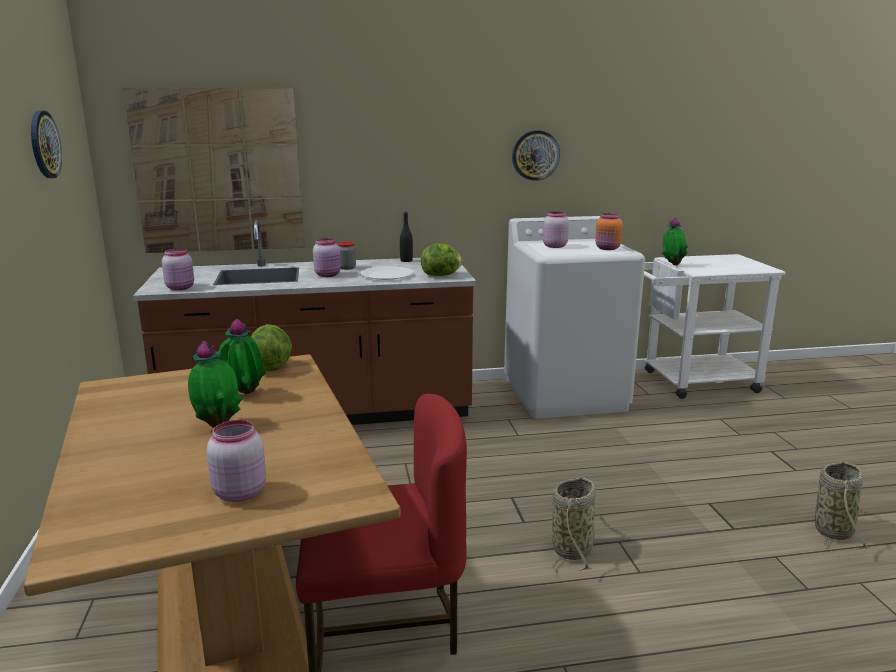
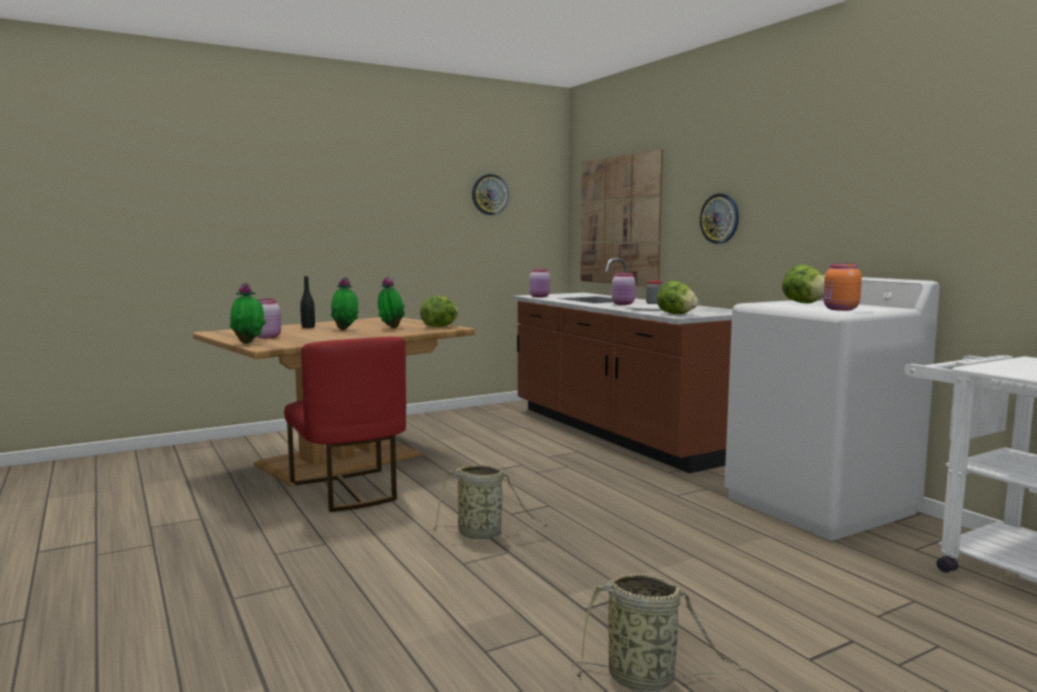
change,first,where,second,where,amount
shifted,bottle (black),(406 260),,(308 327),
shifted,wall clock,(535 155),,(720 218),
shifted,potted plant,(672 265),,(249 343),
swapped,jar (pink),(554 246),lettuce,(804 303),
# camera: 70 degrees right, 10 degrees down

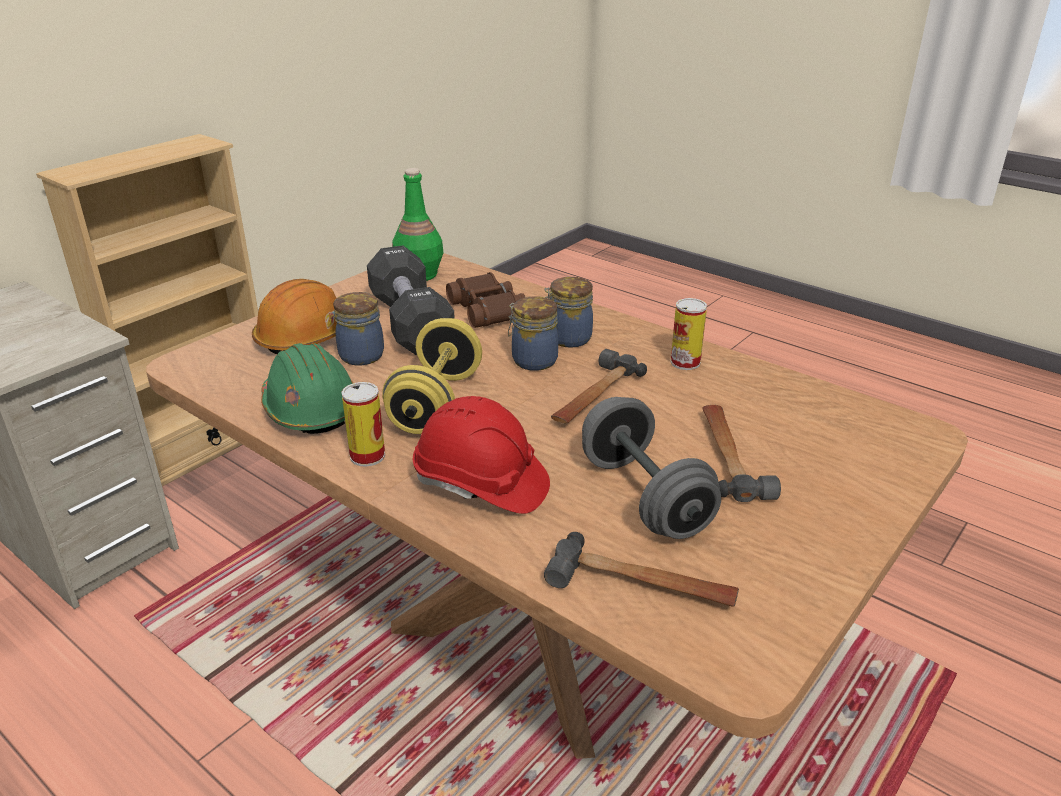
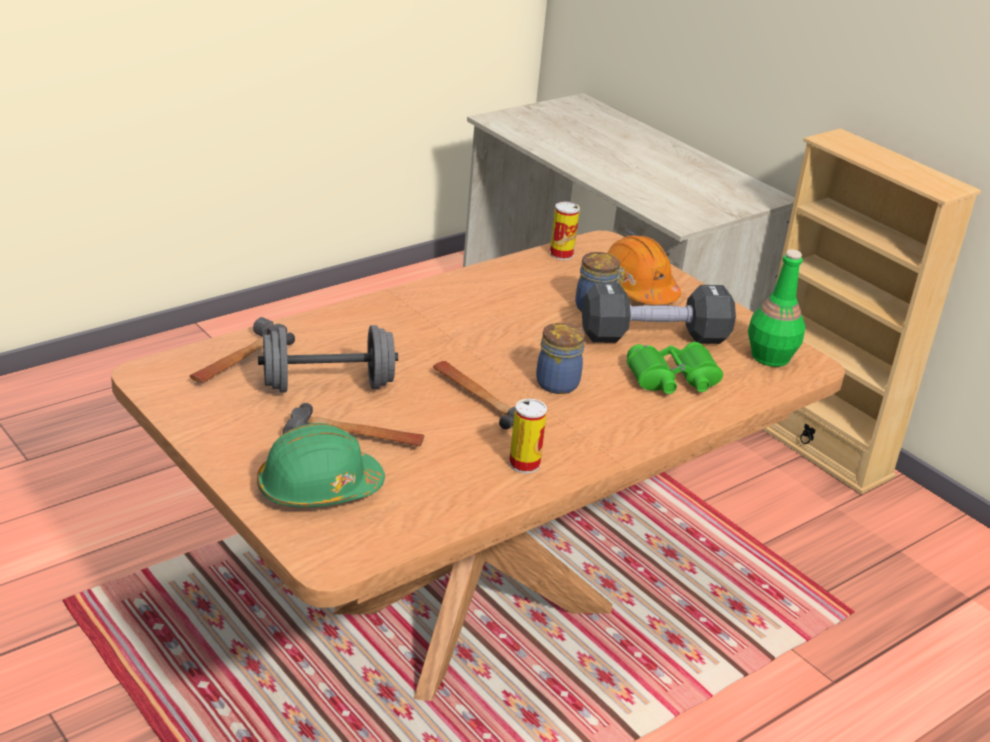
change,first,where,second,where,amount
gone,dumbbell (yellow),(436 403),,,
gone,hard hat (red),(481 484),,,
gone,jar,(567 338),,,
shifted,hard hat (green),(311 409),,(318 489),
shifted,can,(367 456),,(561 254),
repainted,binoculars (brown),(488 310),binoculars (green),(673 380),
# camera: 100 degrees right, 0 degrees up

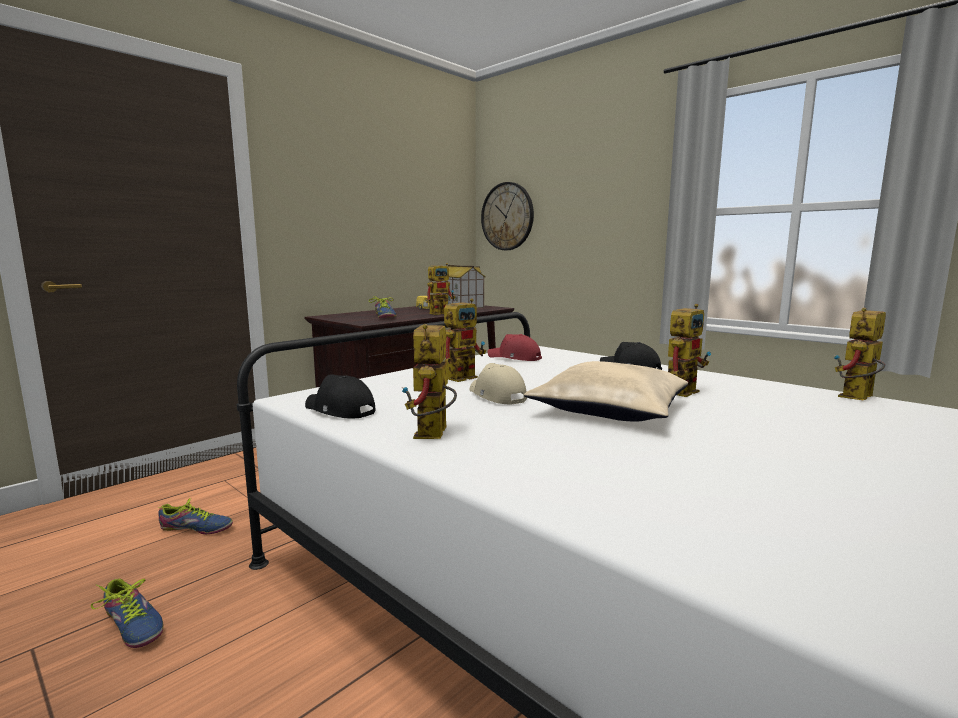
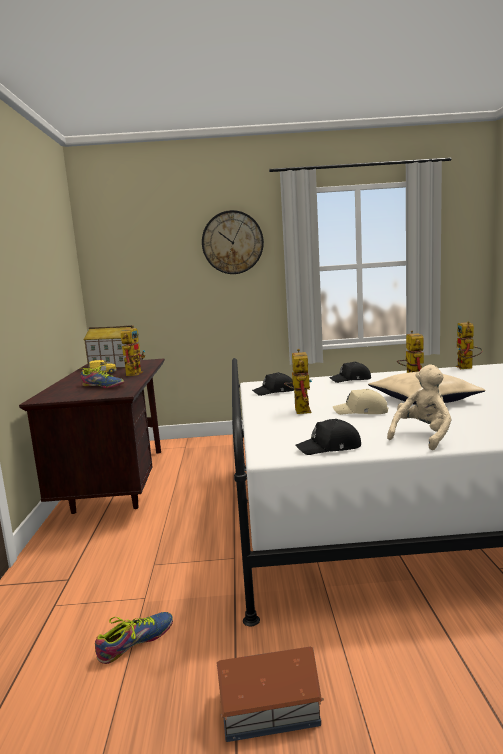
change,first,where,second,where,amount
shifted,wall clock,(507 216),,(232 242),
swapped,shoe,(134 624),toy house,(267 707),
swapped,toy robot,(433 436),plush toy (beige),(423 437),
repainted,cap (red),(514 358),cap (black),(275 392),
# camera: 45 degrees left, 0 degrees up

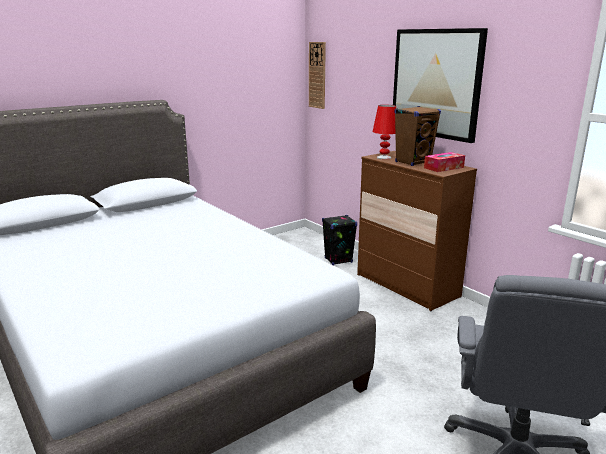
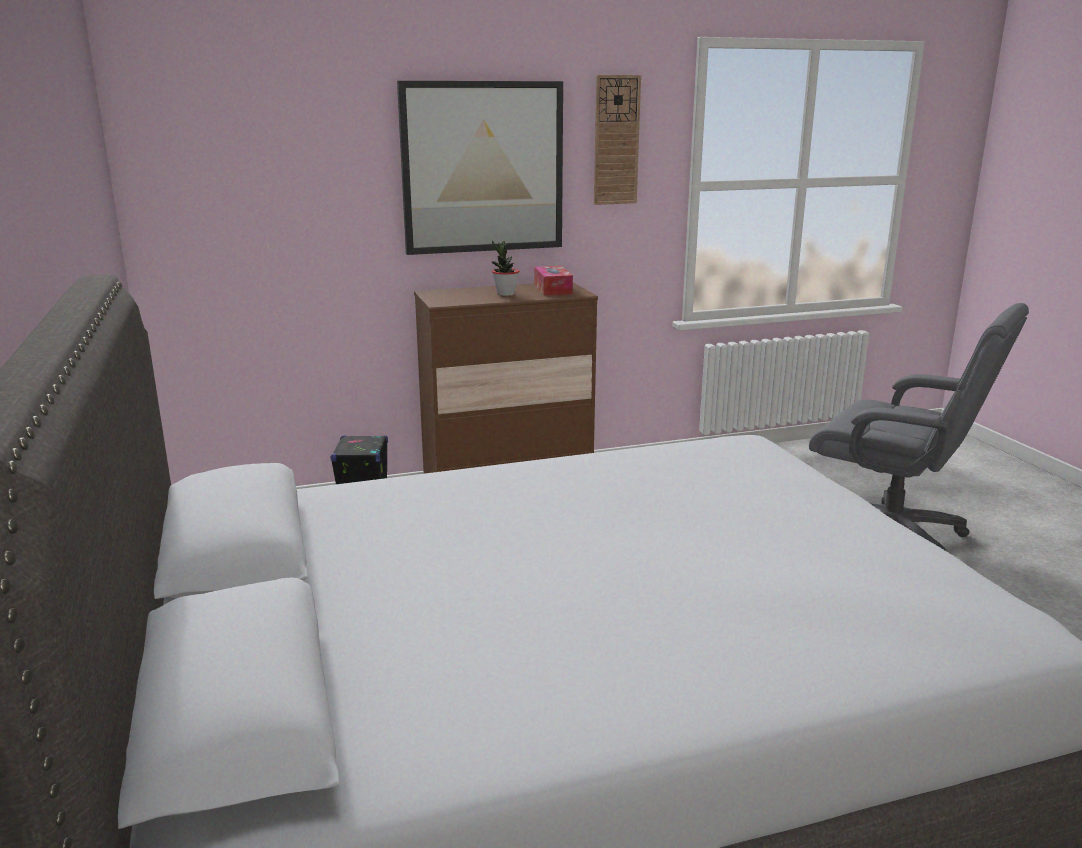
change,first,where,second,where,amount
gone,table lamp (red),(384 157),,,
shifted,wall clock,(317 75),,(616 140),
swapped,speaker (brown),(413 162),potted plant,(505 294),
# camera: 70 degrees left, 0 degrees up

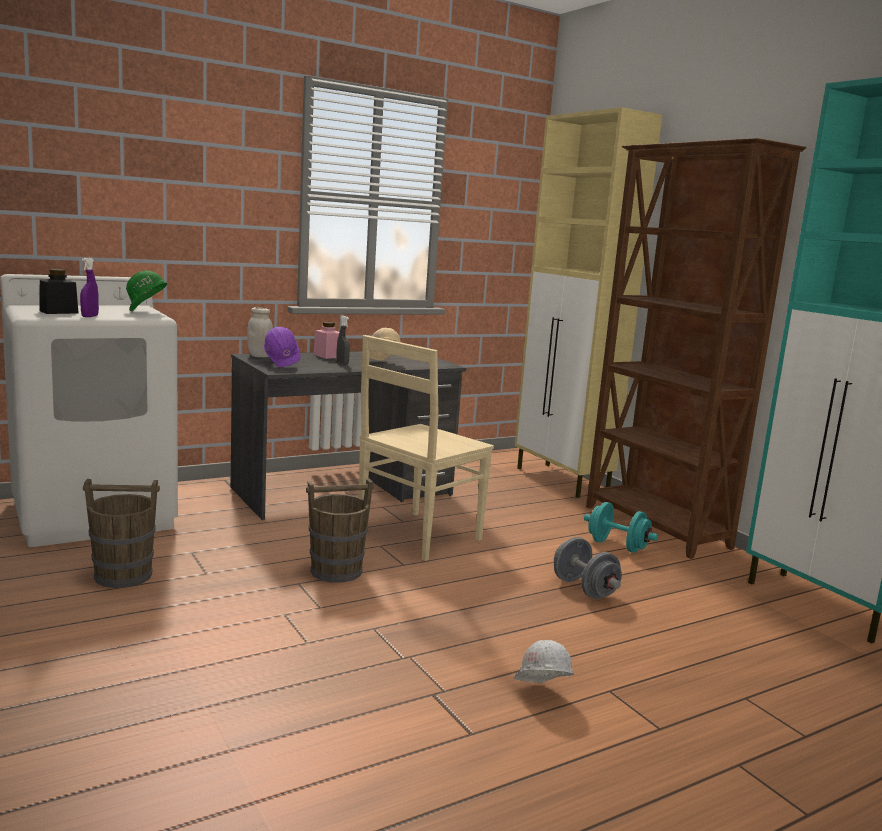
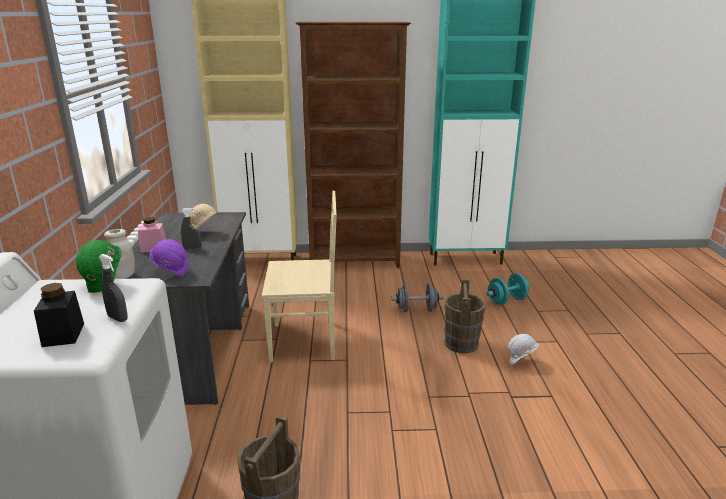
change,first,where,second,where,amount
shifted,bucket (brown),(337 571),,(461 343),
shifted,dumbbell (turquoise),(617 546),,(507 300),
repainted,spray bottle (purple),(90 316),spray bottle (grey),(117 318),
rotated,chair (beige),(416 536),,(306 341),75 degrees counterclockwise
# camera: 60 degrees left, 10 degrees up

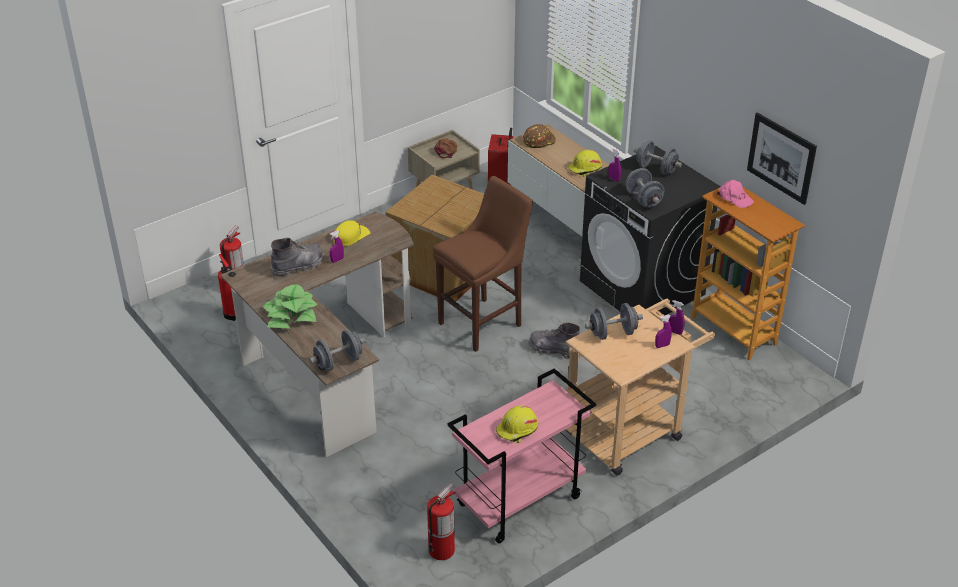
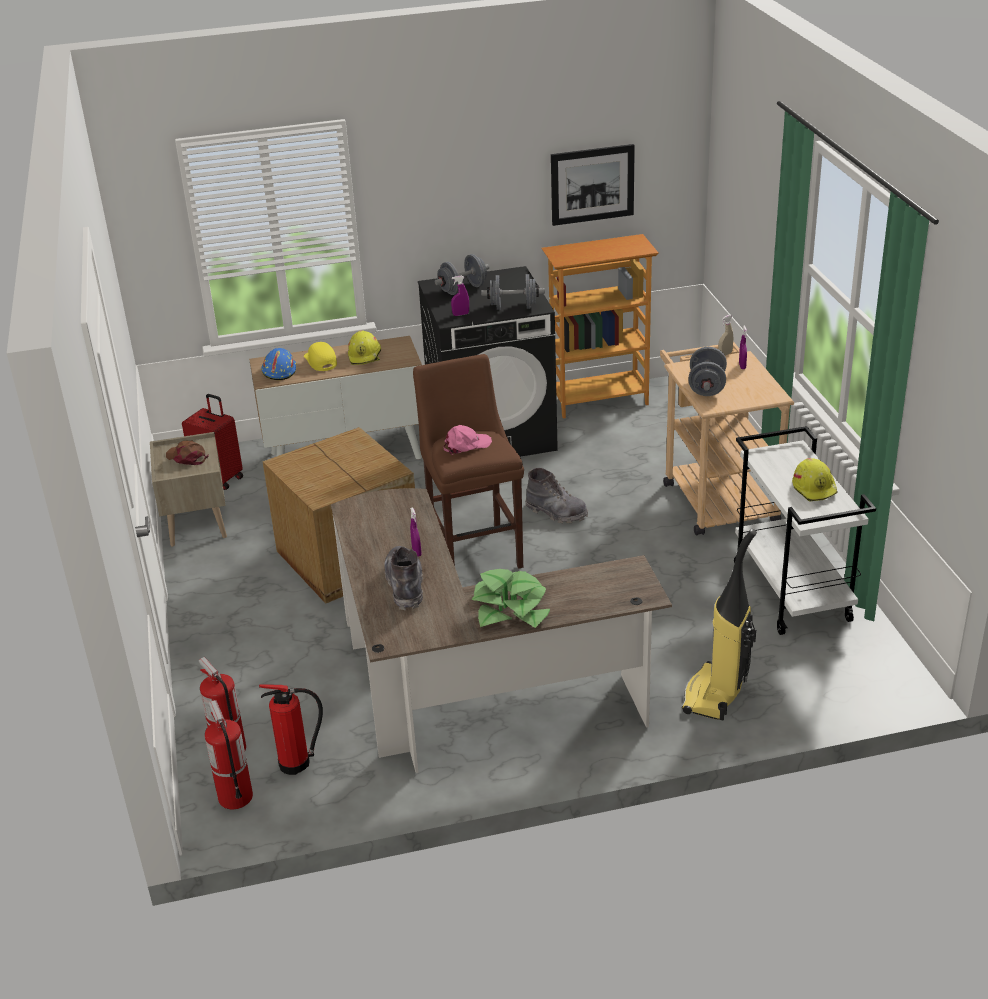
change,first,where,second,where,amount
gone,dumbbell (grey),(338 362),,,
new,,,vacuum cleaner,(715 695),
shifted,cap (yellow),(351 236),,(321 361),
shifted,fire extinguisher,(441 550),,(235 796),
shifted,cap (pink),(734 198),,(466 445),
repainted,cart (pink),(519 502),cart (white),(793 593),
repainted,hard hat (brown),(539 141),hard hat (blue),(279 371),
repainted,spray bottle (purple),(674 332),spray bottle (beige),(725 354),
rotated,boot (grey),(554 349),,(556 512),105 degrees counterclockwise
# camera: 65 degrees left, 5 degrees down

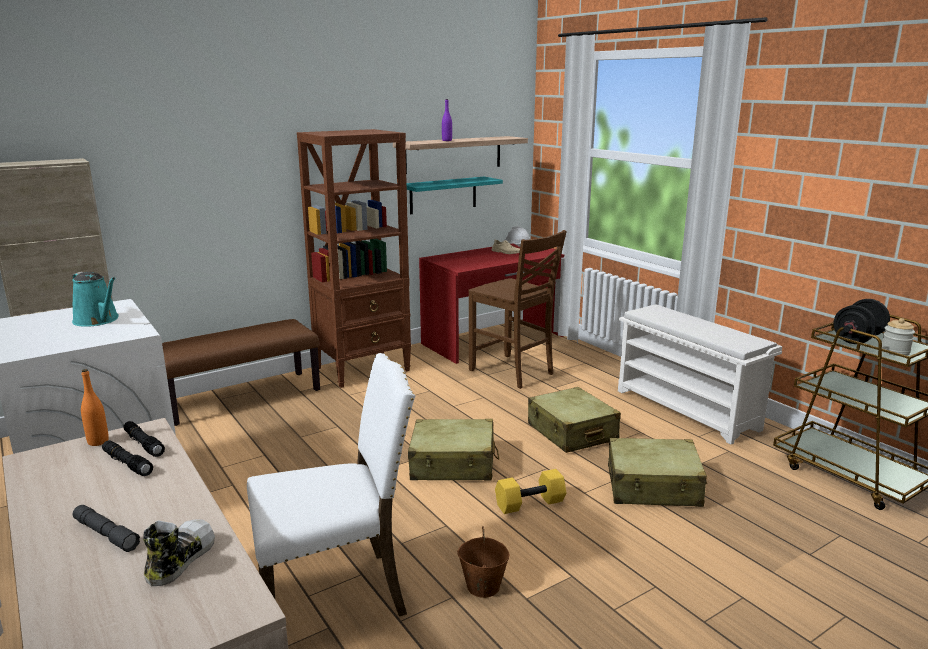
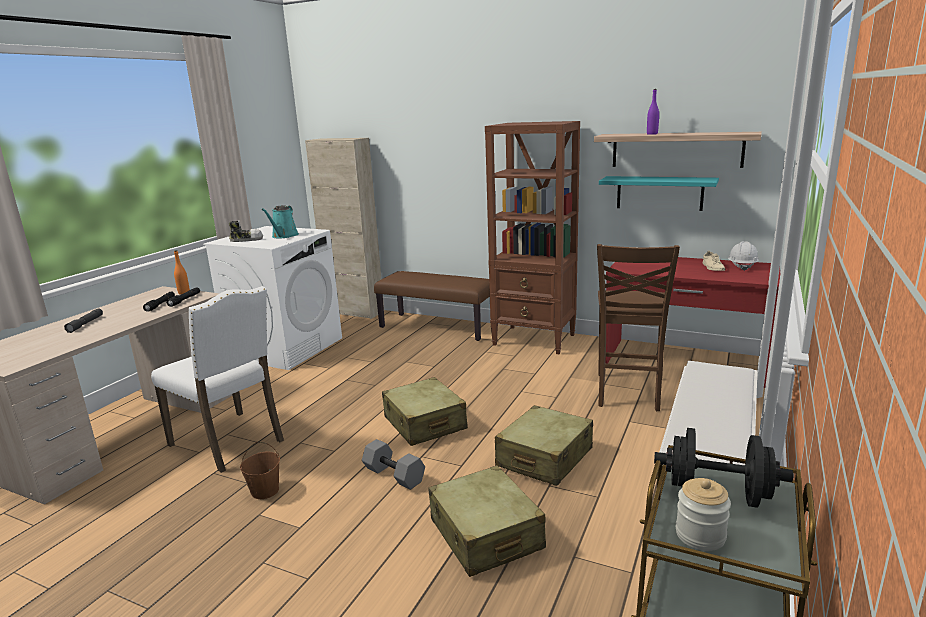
change,first,where,second,where,amount
shifted,shoe,(179 560),,(246 240),
repainted,dumbbell (yellow),(530 503),dumbbell (grey),(395 475),
# camera: 60 degrees right, 0 degrees up

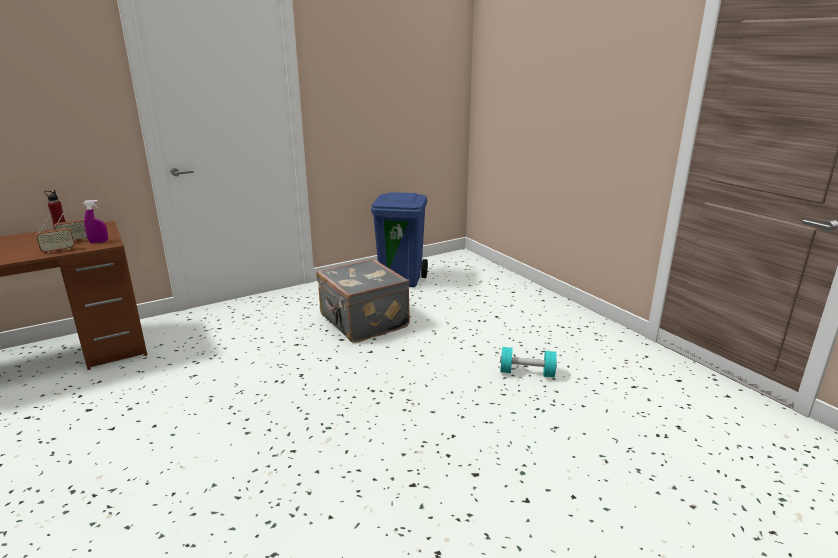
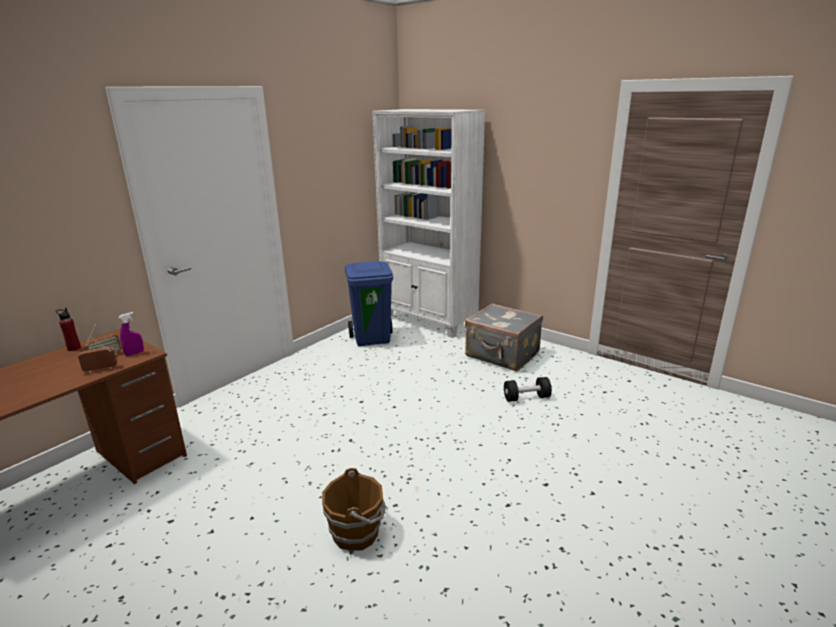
change,first,where,second,where,amount
new,,,bucket (brown),(357 533),
new,,,bookcase (white),(429 320),
shifted,suitcase (grey),(363 322),,(502 355),
repainted,dumbbell (turquoise),(527 373),dumbbell (black),(526 398),
rotated,radio,(58 250),,(101 369),150 degrees counterclockwise
# camera: 20 degrees left, 0 degrees up

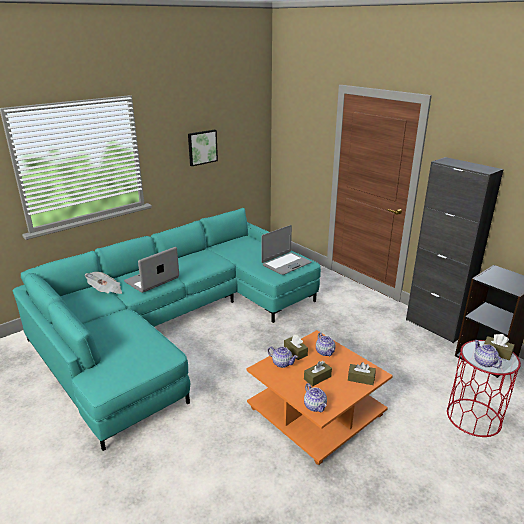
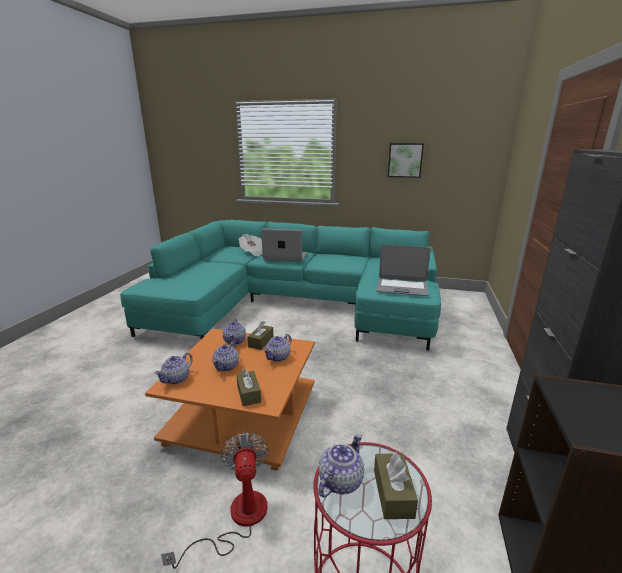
change,first,where,second,where,amount
new,,,fan,(237 519),
swapped,tissue box (brown),(317 378),teapot,(227 366),
# camera: 55 degrees right, 5 degrees down

